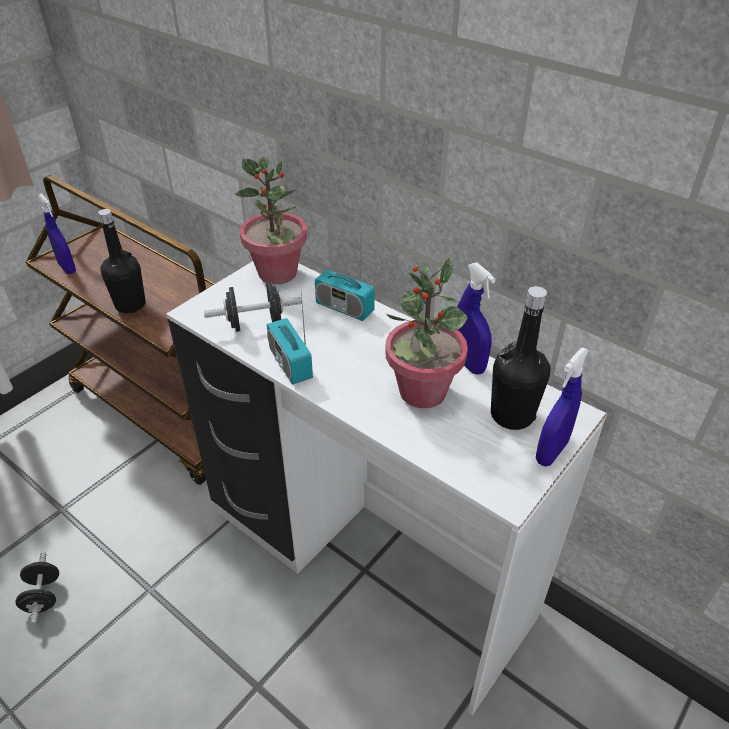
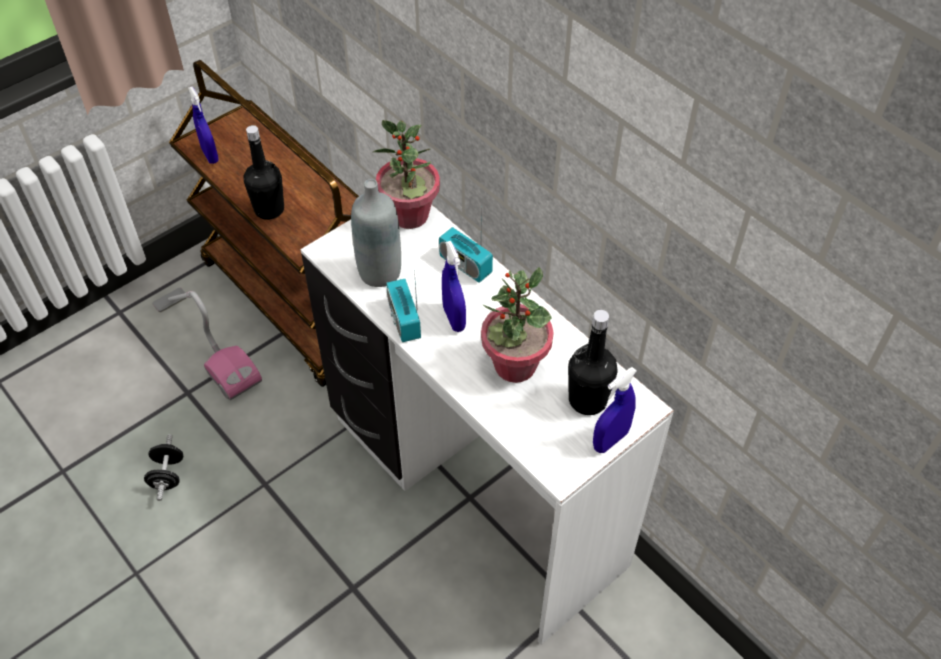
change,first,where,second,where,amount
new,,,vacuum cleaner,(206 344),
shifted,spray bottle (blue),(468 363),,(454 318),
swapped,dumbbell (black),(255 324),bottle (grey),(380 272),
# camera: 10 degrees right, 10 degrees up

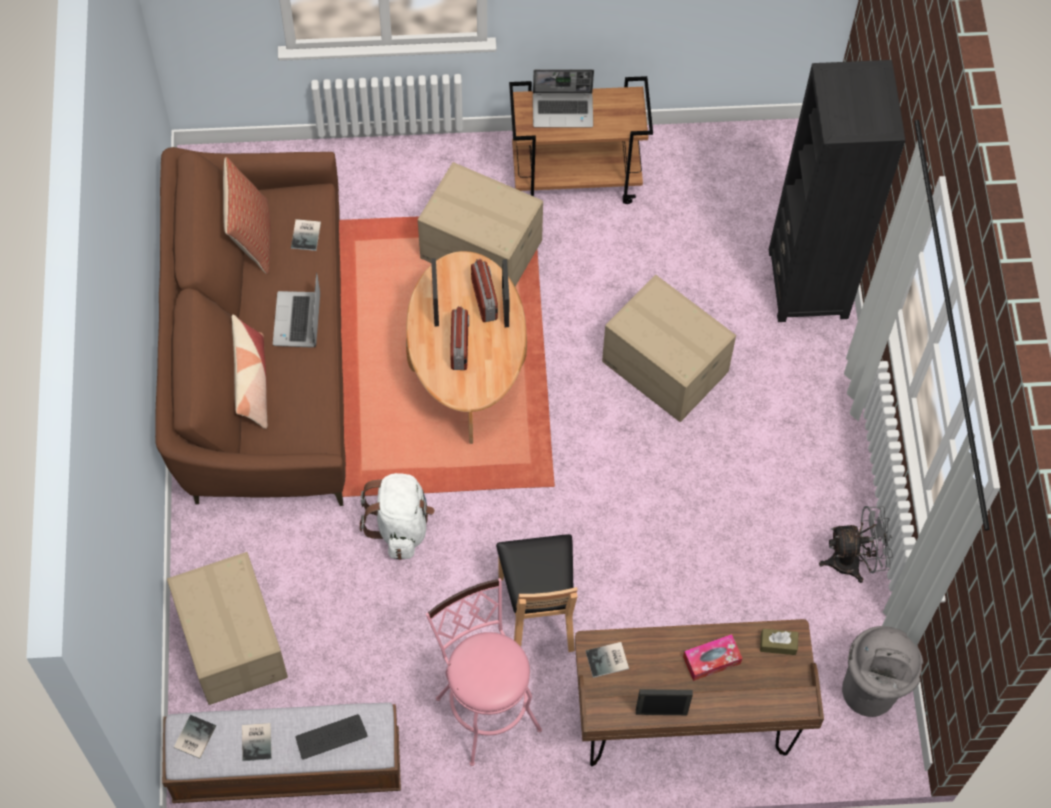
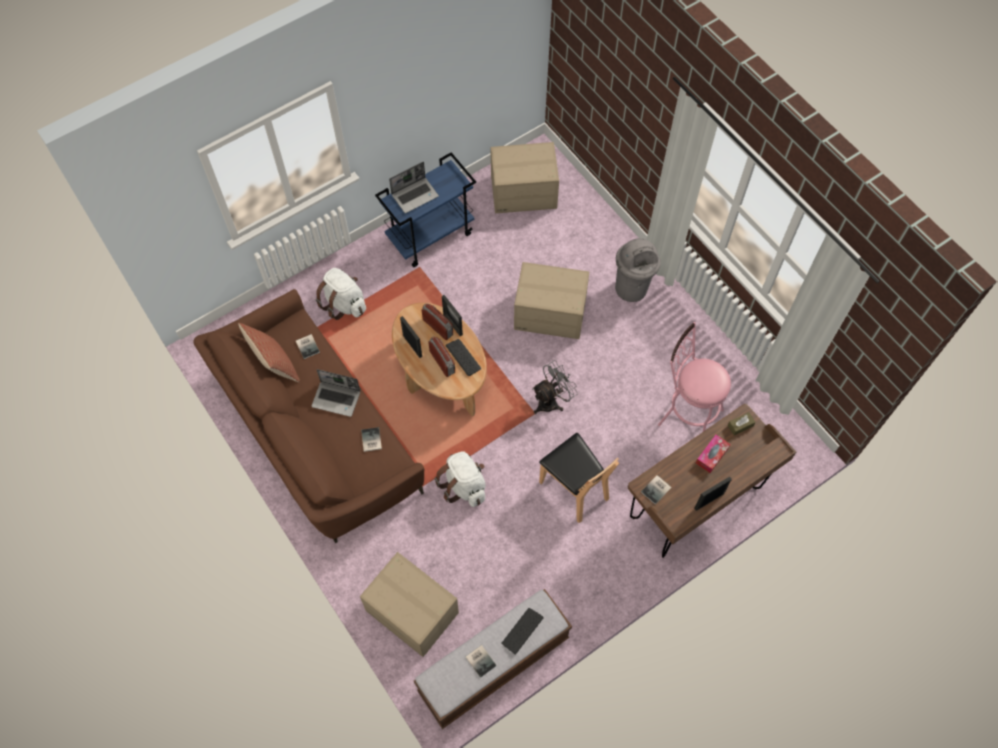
change,first,where,second,where,amount
gone,pillow,(252 383),,,
gone,bookcase (black),(808 284),,,
new,,,backpack (white),(344 303),
new,,,keyboard,(463 357),
shifted,book,(193 737),,(370 440),
shifted,cardboard box,(480 250),,(523 192),
shifted,stool (pink),(484 706),,(685 414),
shifted,fan (grey),(853 561),,(551 401),
shifted,trash can (grey),(870 691),,(632 288),
repainted,cart (brown),(577 177),cart (blue),(431 235),
rotated,laptop,(298 321),,(337 399),45 degrees counterclockwise
# camera: 30 degrees left, 0 degrees up

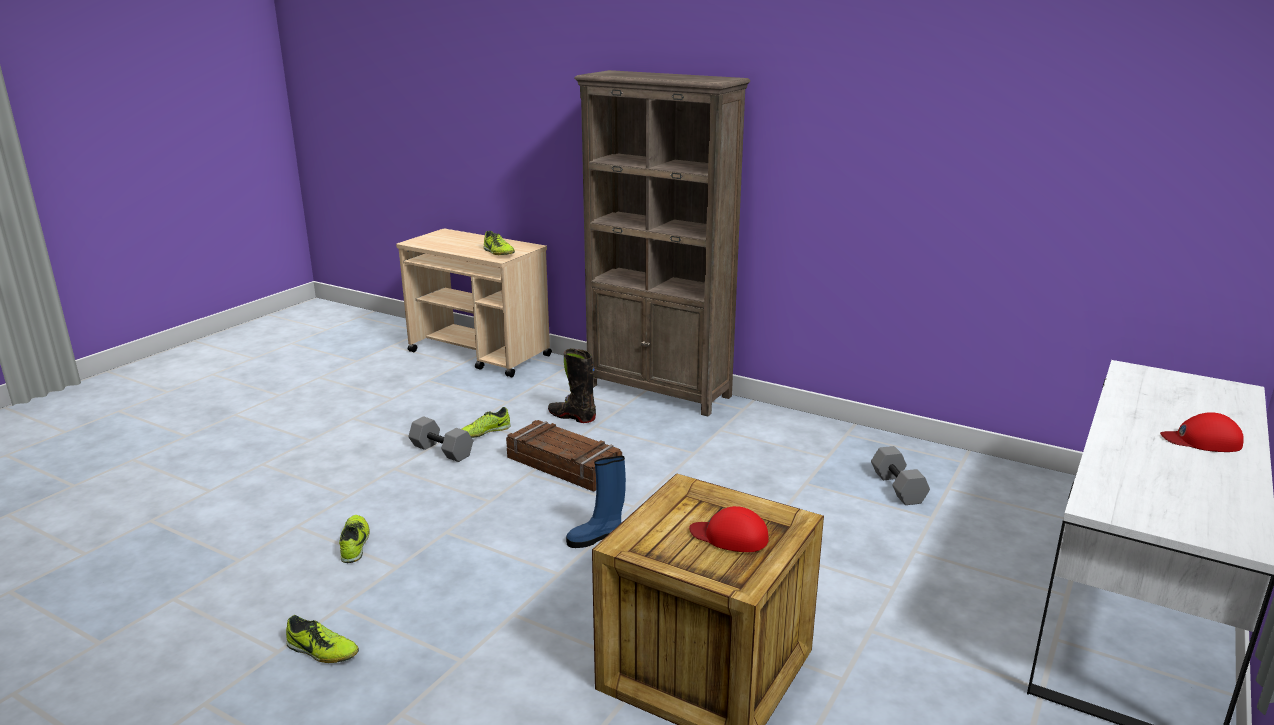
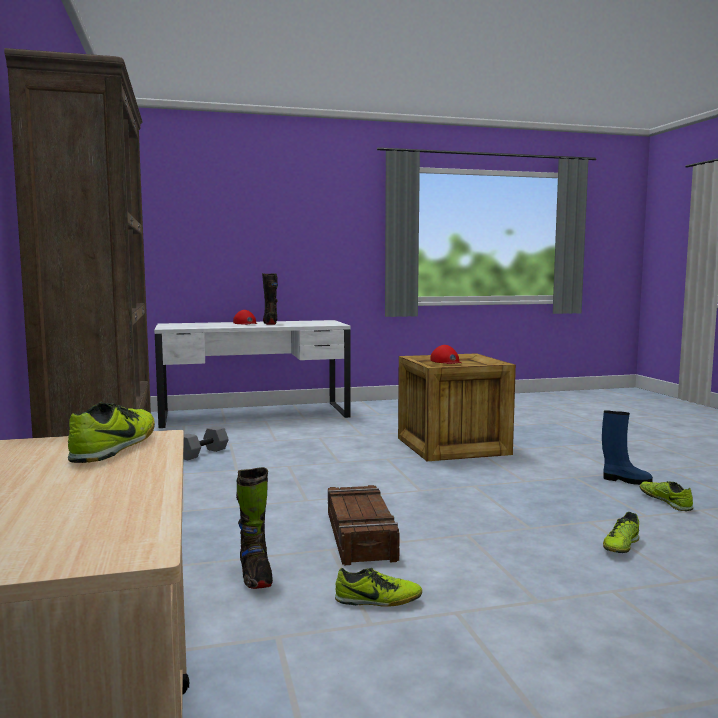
change,first,where,second,where,amount
gone,dumbbell (grey),(442 450),,,
new,,,boot (black),(270 323),
shifted,boot (blue),(596 538),,(625 480),
# camera: 135 degrees left, 15 degrees down

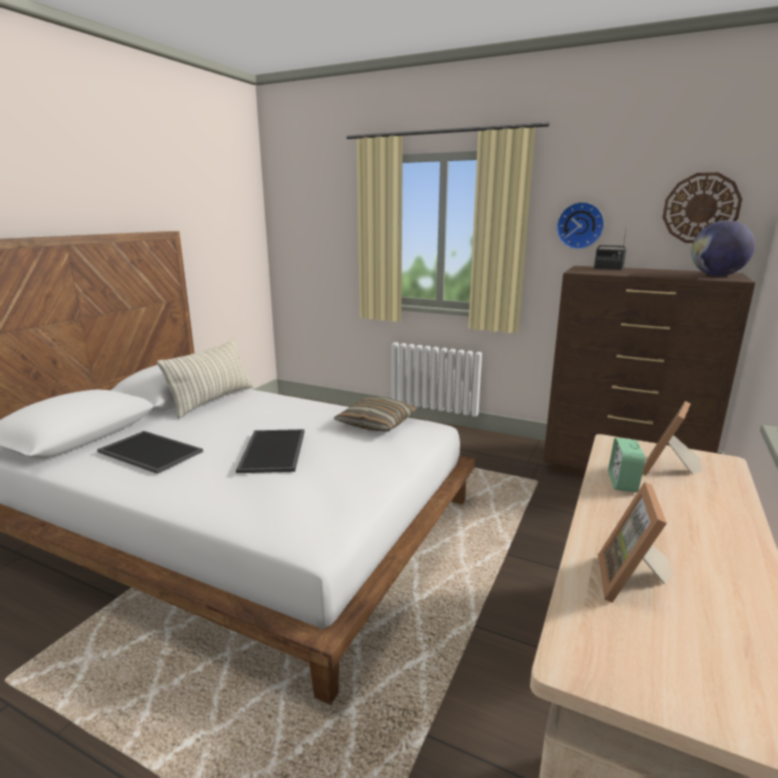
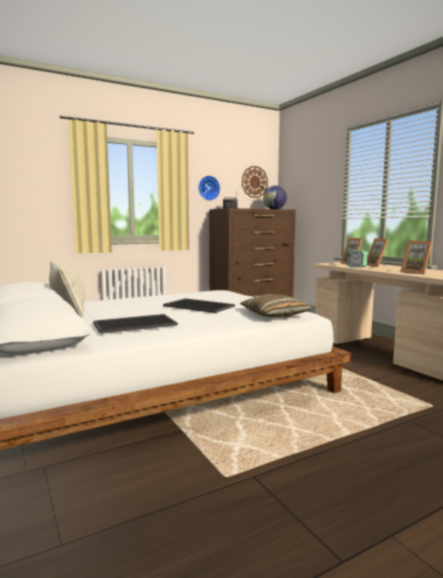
change,first,where,second,where,amount
new,,,picture frame,(377 266),
shifted,pillow,(376 423),,(275 314),
# camera: 55 degrees left, 10 degrees down

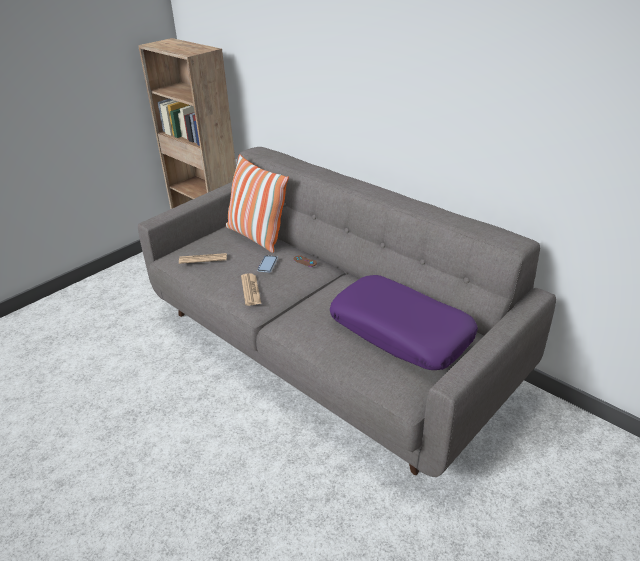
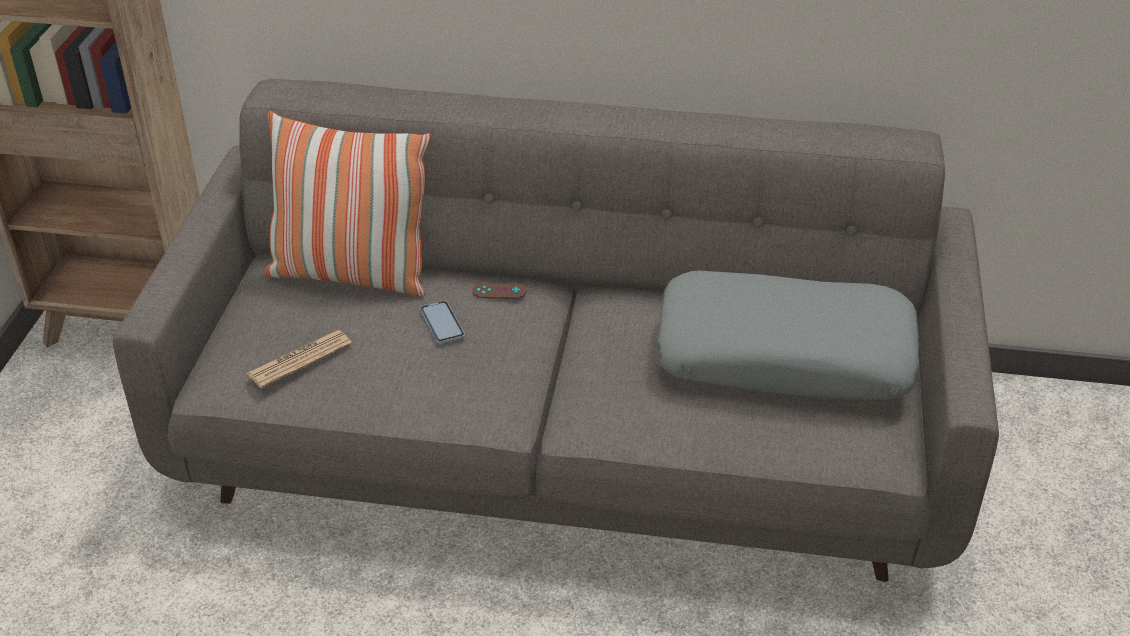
change,first,where,second,where,amount
gone,newspaper,(250 290),,,
repainted,pillow (purple),(401 332),pillow (grey),(784 356),
# camera: 35 degrees left, 5 degrees up

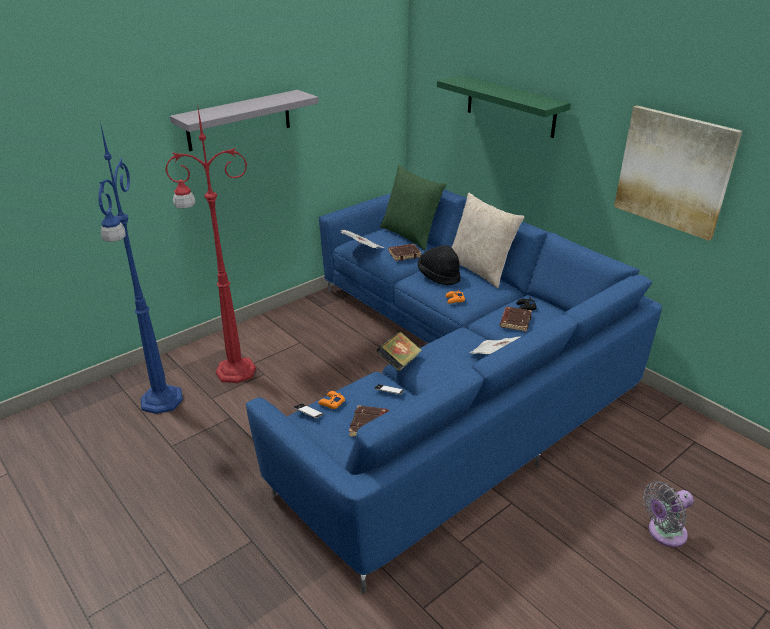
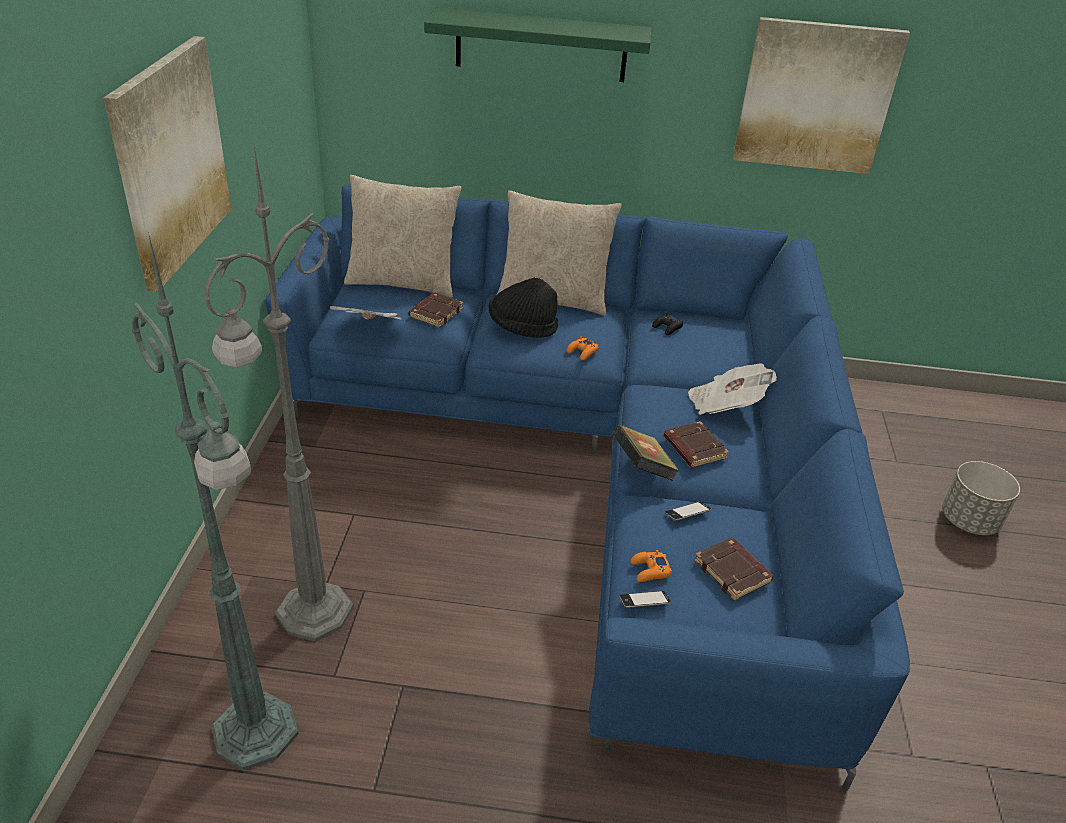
change,first,where,second,where,amount
shifted,book (brown),(515 321),,(693 448),
swapped,shelf (grey),(239 120),picture,(170 160),
swapped,fan (grey),(663 533),planter (grey),(969 521),
repainted,floor lamp (blue),(161 401),floor lamp (green),(257 734),
repainted,floor lamp (red),(233 371),floor lamp (grey),(311 613),
repainted,pillow (green),(410 235),pillow (beige),(403 282),
# camera: 45 degrees left, 5 degrees up

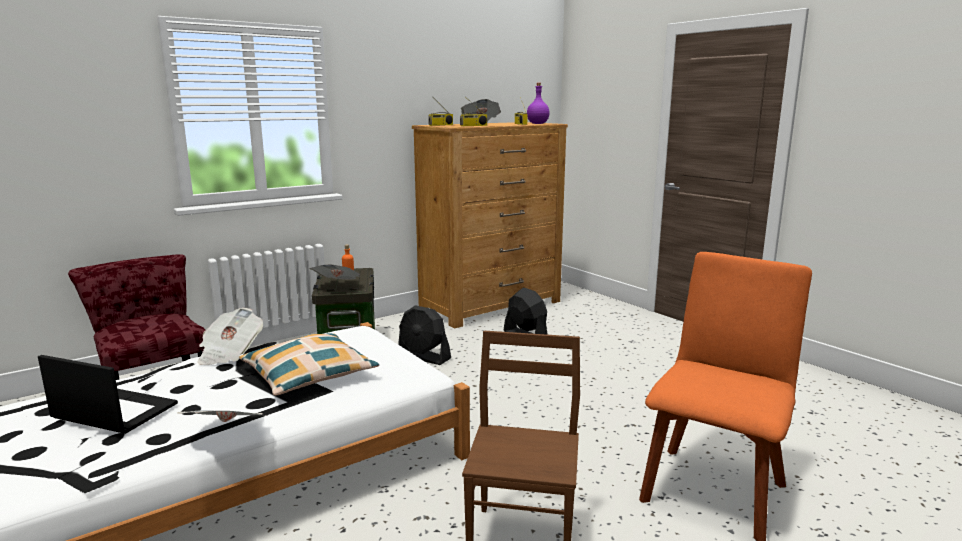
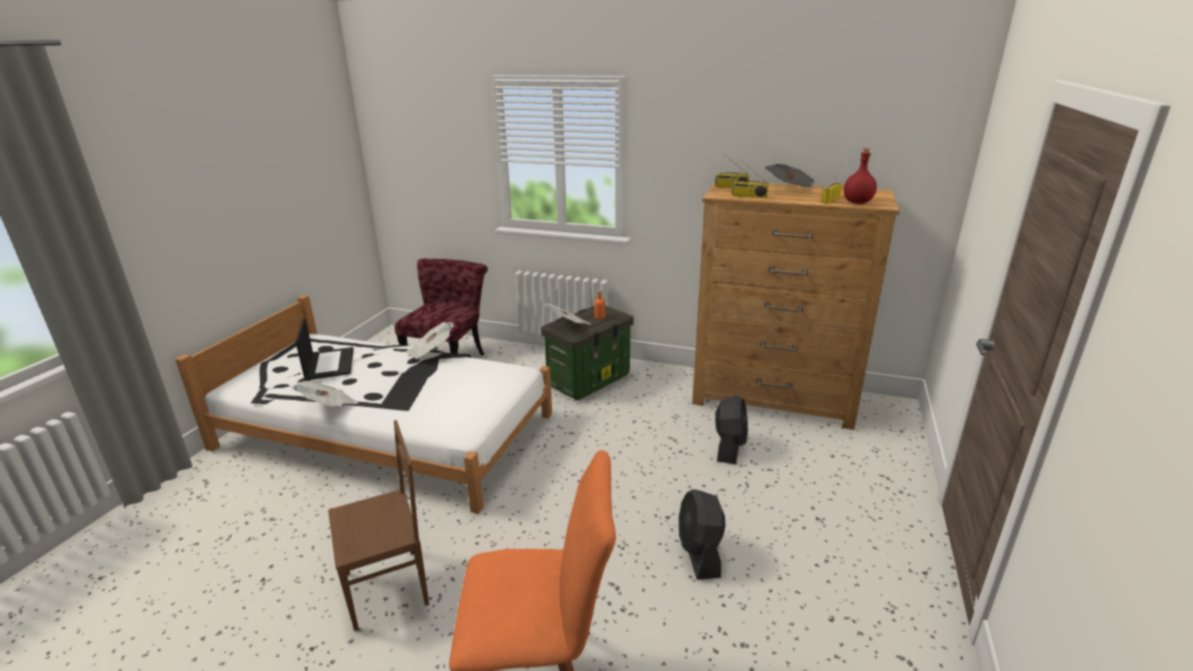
change,first,where,second,where,amount
gone,pillow,(309 374),,,
shifted,fan (black),(424 357),,(699 553),
repainted,bottle (purple),(537 123),bottle (red),(858 202),
# camera: 55 degrees right, 10 degrees up

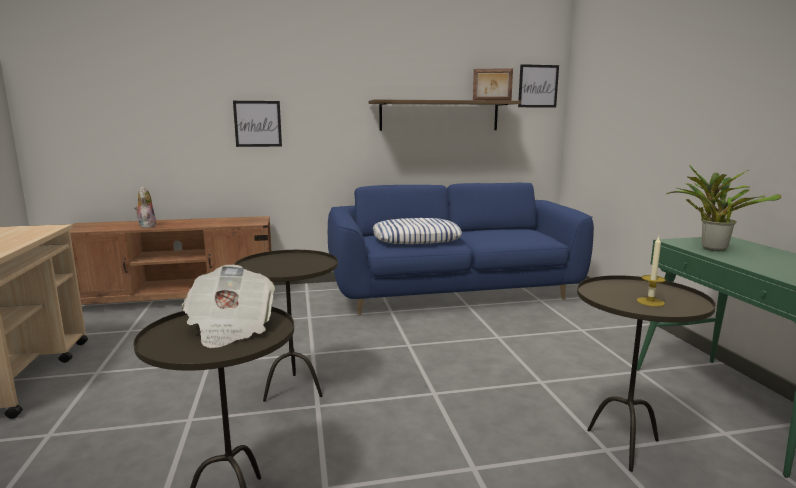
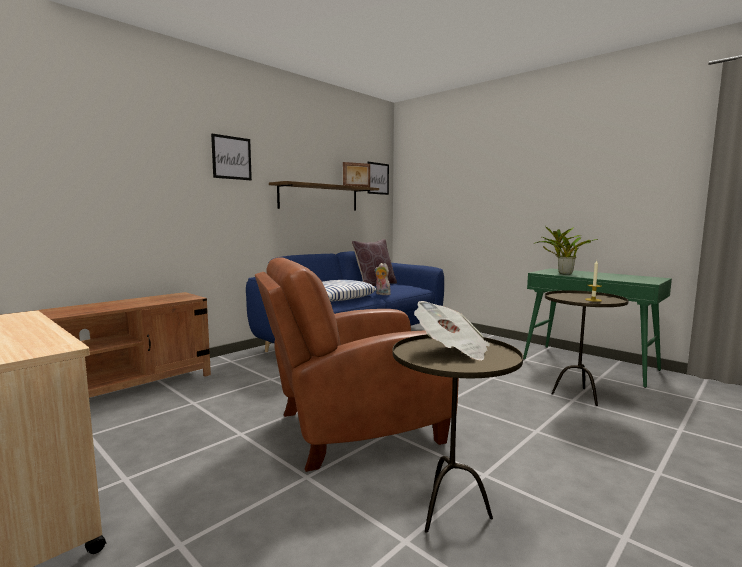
change,first,where,second,where,amount
new,,,pillow (brown),(375 285),
shifted,plush toy,(146 226),,(381 294),
shifted,picture,(257 123),,(231 158),
swapped,side table (brown),(293 390),armchair (brown),(353 429),
# camera: 35 degrees left, 5 degrees down

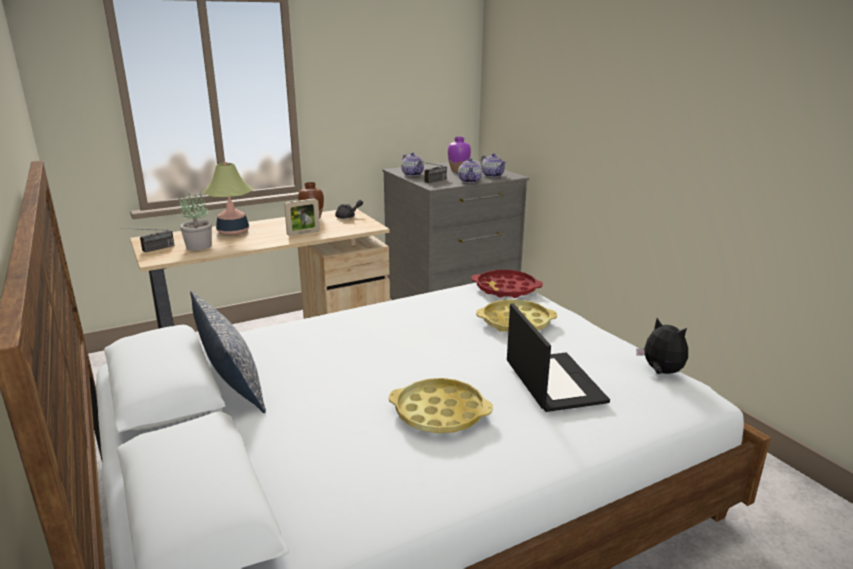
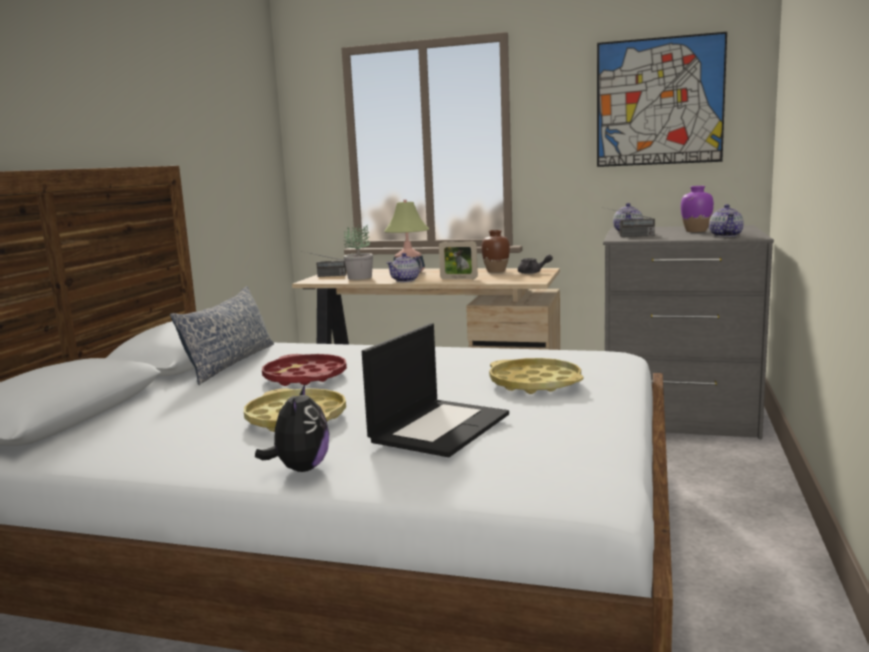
change,first,where,second,where,amount
new,,,picture,(659 102),
shifted,teapot,(470 181),,(406 280),
shifted,tray (red),(506 289),,(305 377),
shifted,plush toy,(661 372),,(300 469),
# camera: 45 degrees right, 10 degrees down

